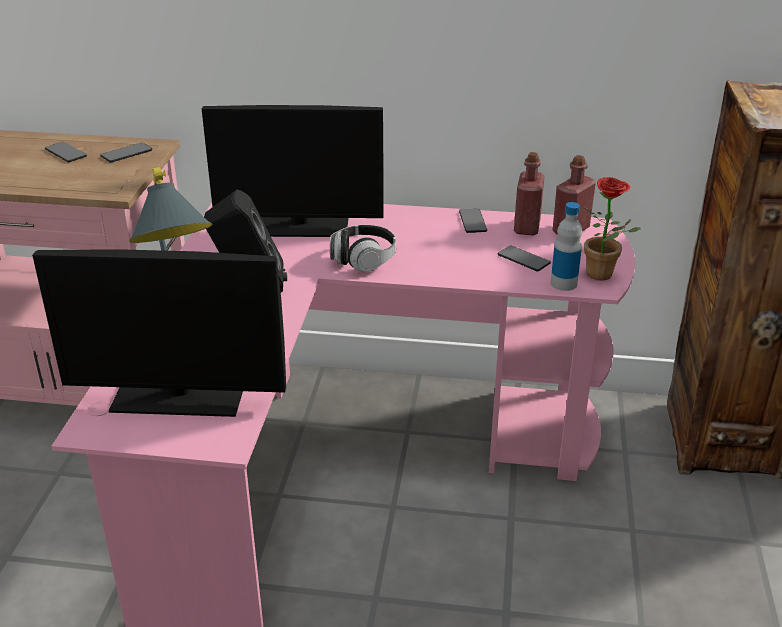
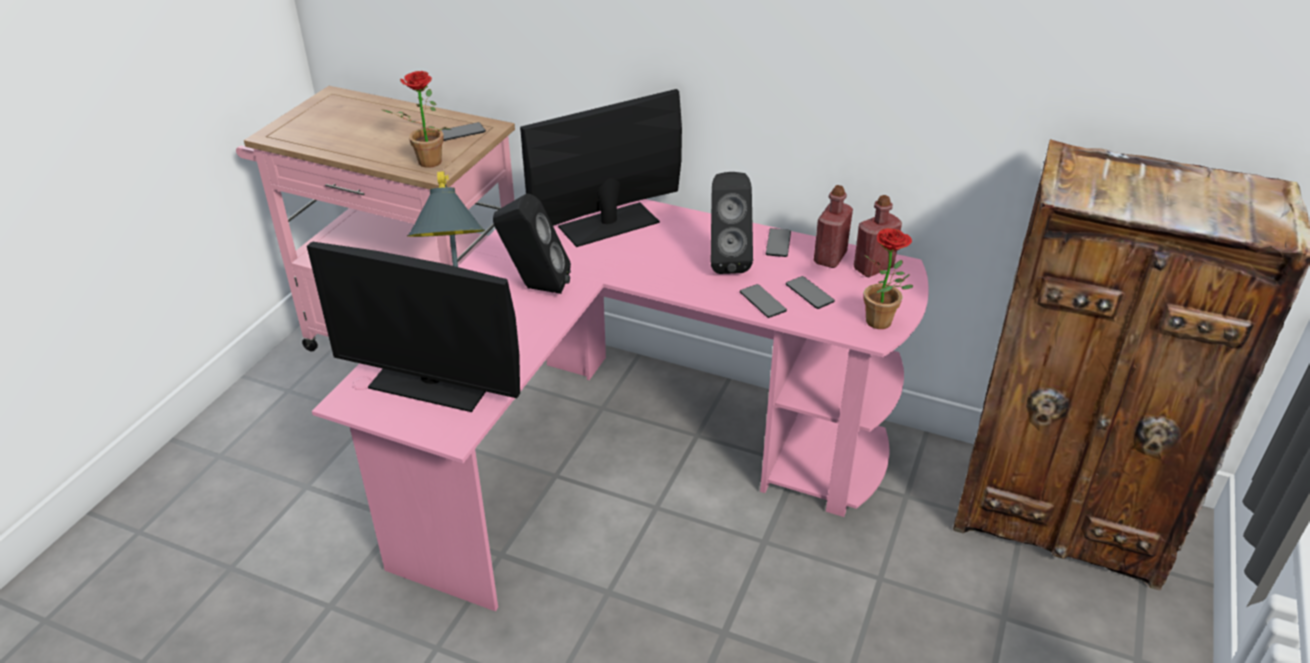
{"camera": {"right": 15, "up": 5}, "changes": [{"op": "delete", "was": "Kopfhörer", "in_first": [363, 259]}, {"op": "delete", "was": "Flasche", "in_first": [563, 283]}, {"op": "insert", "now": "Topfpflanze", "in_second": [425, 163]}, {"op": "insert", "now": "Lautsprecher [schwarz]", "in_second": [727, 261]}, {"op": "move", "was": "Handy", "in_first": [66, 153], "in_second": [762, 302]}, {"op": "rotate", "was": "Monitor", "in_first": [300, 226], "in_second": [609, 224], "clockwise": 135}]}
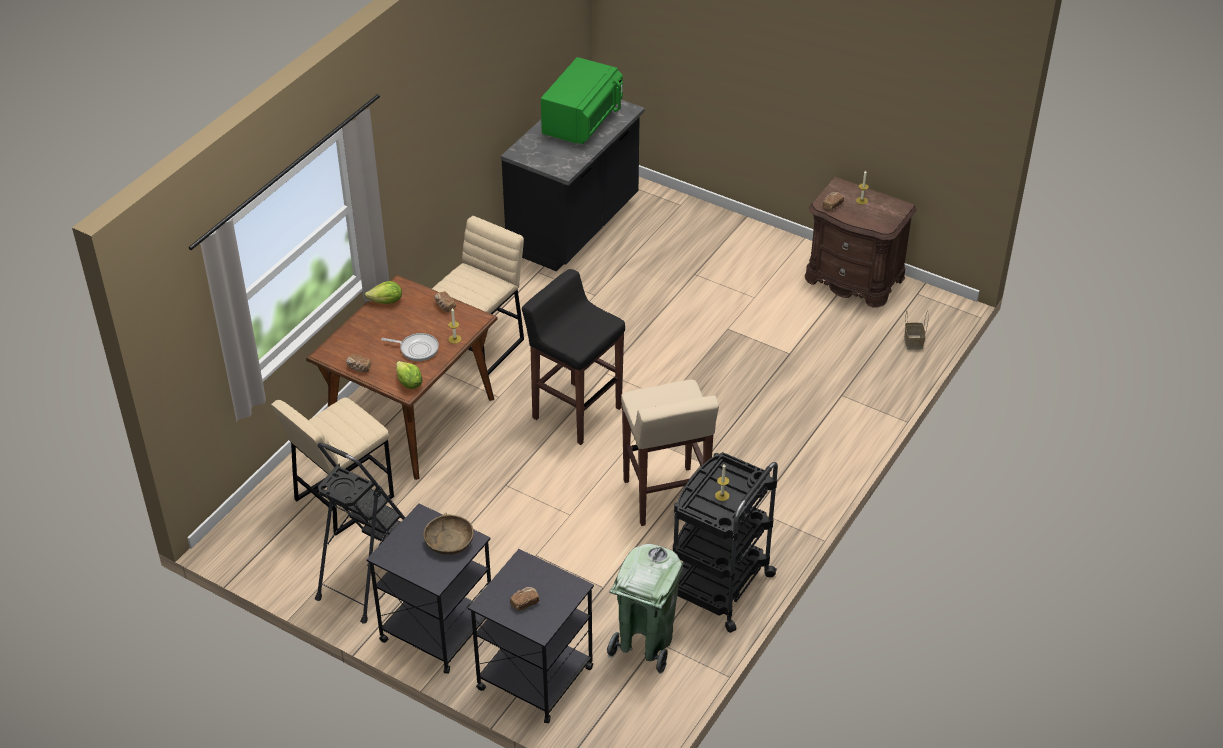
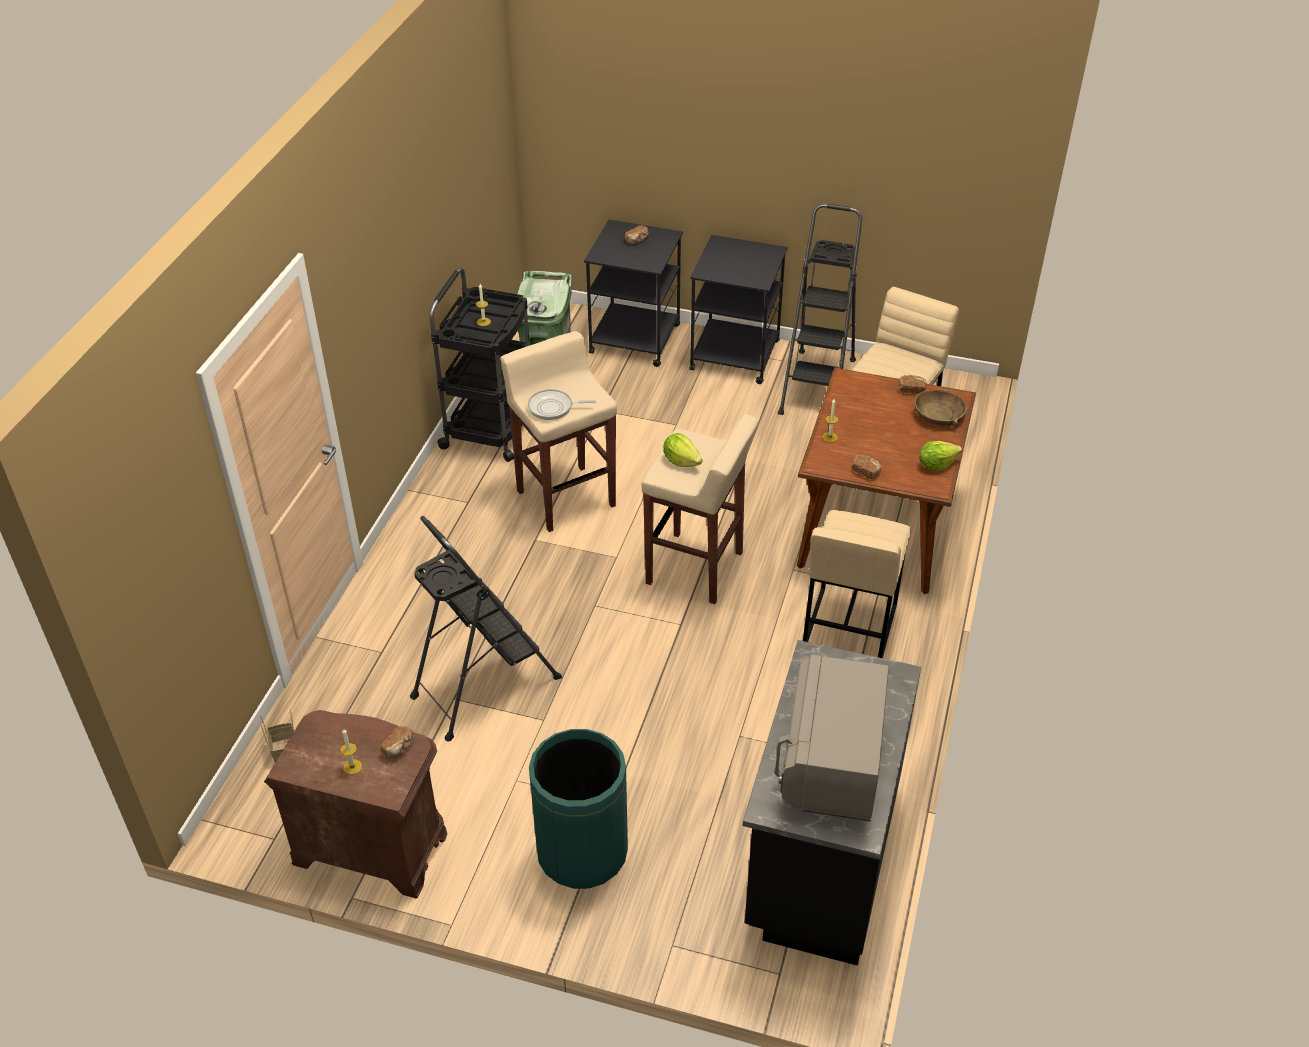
{"camera": {"right": 165, "up": 0}, "changes": [{"op": "insert", "now": "Trittleiter", "in_second": [484, 687]}, {"op": "insert", "now": "Mülleimer [grün]", "in_second": [582, 852]}, {"op": "move", "was": "Pfanne", "in_first": [417, 349], "in_second": [553, 408]}, {"op": "move", "was": "Salatkopf", "in_first": [409, 383], "in_second": [681, 461]}, {"op": "move", "was": "Schüssel [braun]", "in_first": [449, 541], "in_second": [939, 415]}, {"op": "recolor", "was": "Hocker [schwarz]", "now": "Hocker [beige]", "in_first": [576, 412], "in_second": [696, 569]}, {"op": "recolor", "was": "Mikrowelle [grün]", "now": "Mikrowelle [grau]", "in_first": [583, 122], "in_second": [830, 762]}]}
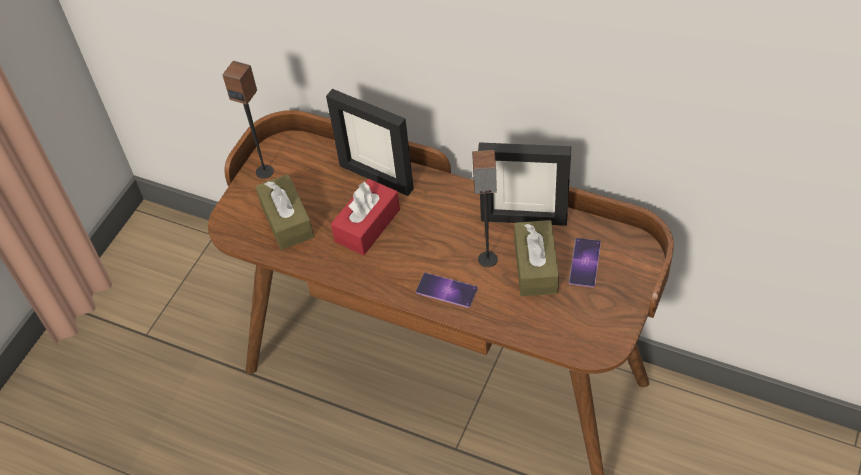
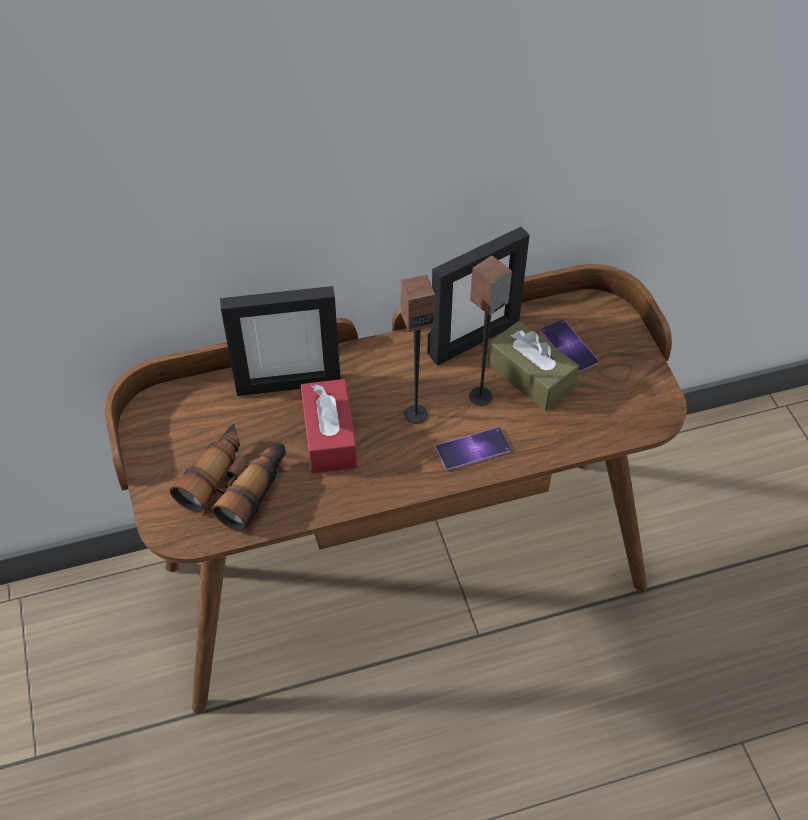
{"camera": {"right": -45, "up": 0}, "changes": [{"op": "move", "was": "Lautsprecher", "in_first": [265, 171], "in_second": [415, 413]}, {"op": "replace", "was": "Taschentuchbox [braun]", "now": "Fernglas", "in_first": [287, 220], "in_second": [236, 483]}]}
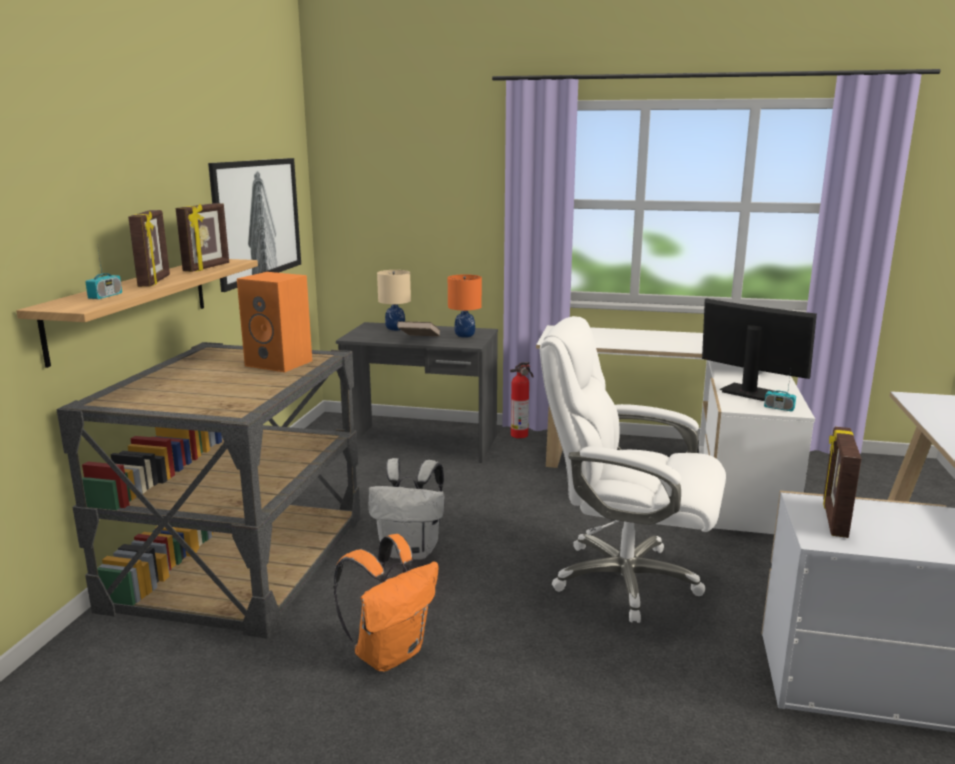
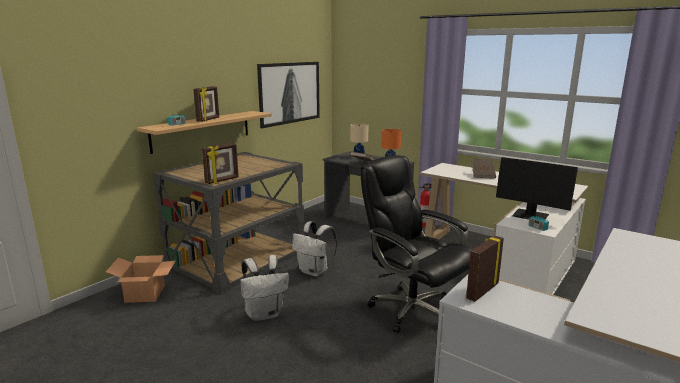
{"camera": {"right": 25, "up": 0}, "changes": [{"op": "delete", "was": "Lautsprecher [orange]", "in_first": [281, 363]}, {"op": "insert", "now": "Karton", "in_second": [145, 293]}, {"op": "insert", "now": "Buch [braun]", "in_second": [483, 175]}, {"op": "move", "was": "Bilderrahmen", "in_first": [207, 268], "in_second": [222, 180]}, {"op": "recolor", "was": "Rucksack [orange]", "now": "Rucksack [weiß]", "in_first": [390, 653], "in_second": [265, 314]}, {"op": "recolor", "was": "Bürostuhl [weiß]", "now": "Bürostuhl [schwarz]", "in_first": [628, 580], "in_second": [413, 311]}, {"op": "rotate", "was": "Monitor", "in_first": [748, 392], "in_second": [530, 216], "clockwise": 150}]}
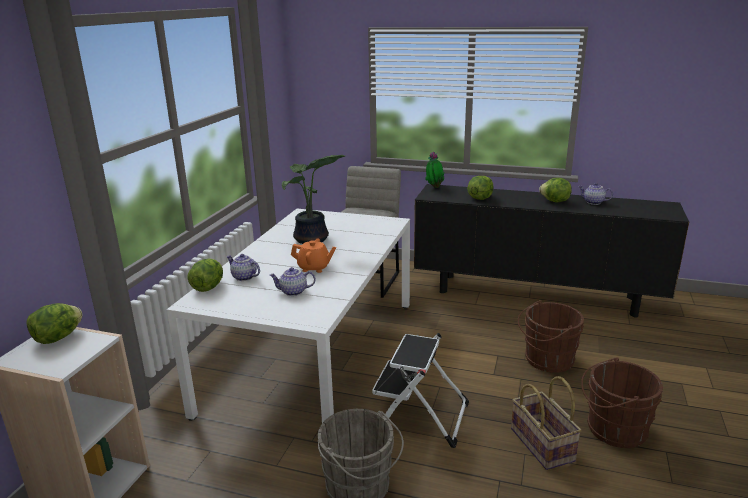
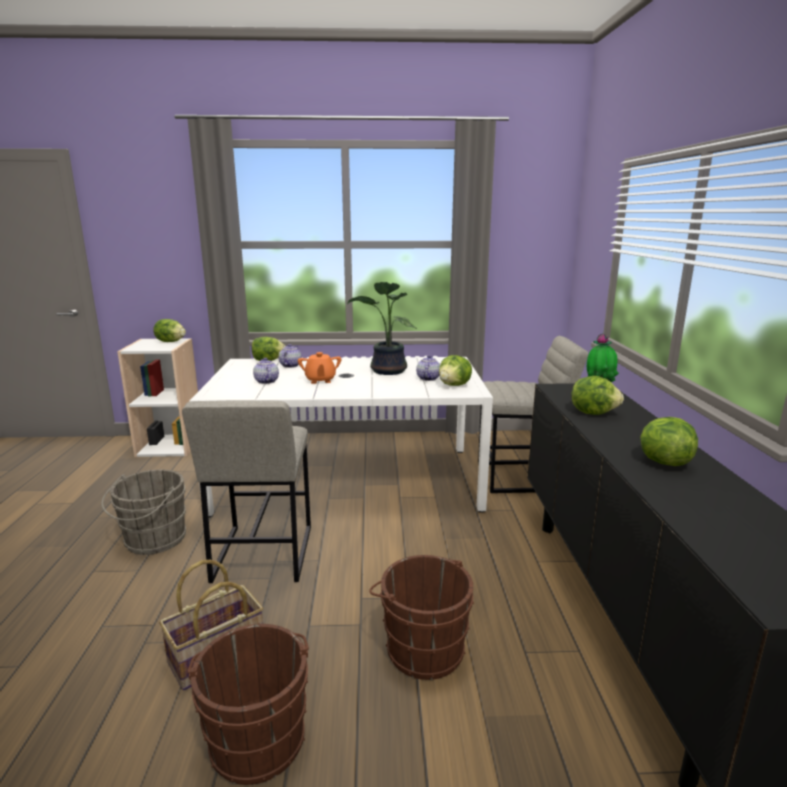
{"camera": {"right": 70, "up": -5}, "changes": [{"op": "insert", "now": "Salatkopf", "in_second": [454, 385]}, {"op": "move", "was": "Teekanne", "in_first": [593, 202], "in_second": [427, 378]}, {"op": "replace", "was": "Trittleiter", "now": "Stuhl [grau]", "in_first": [420, 415], "in_second": [263, 555]}]}
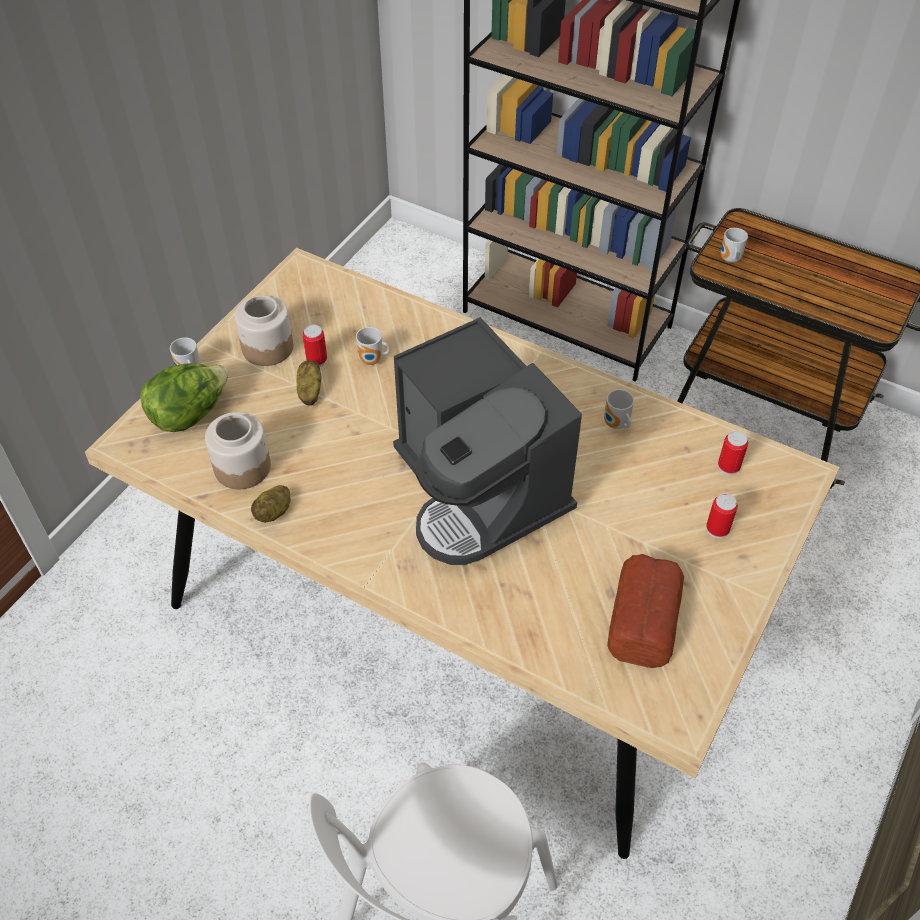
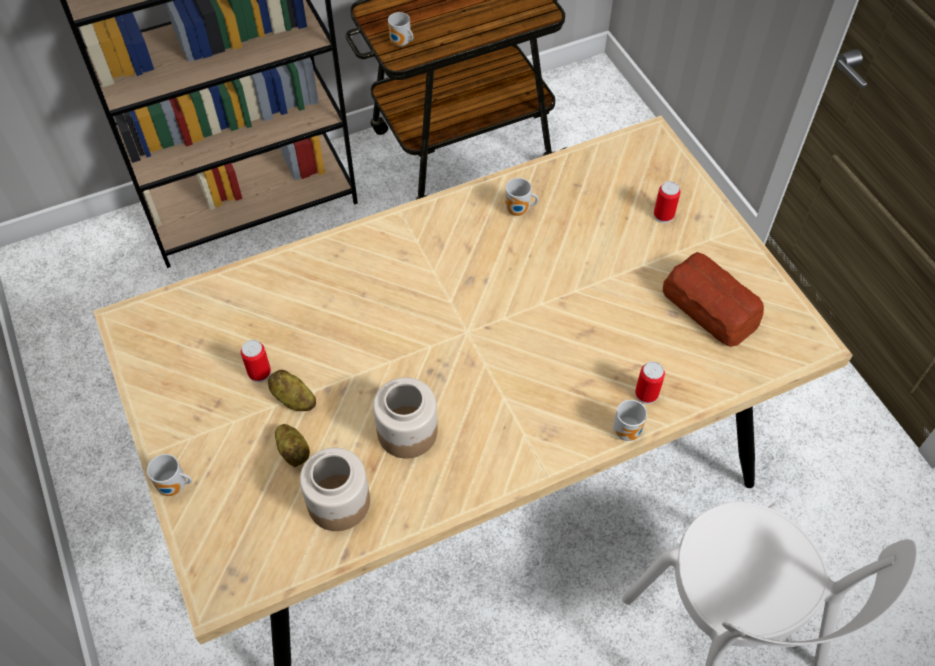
{"camera": {"right": -55, "up": 5}, "changes": [{"op": "delete", "was": "Salatkopf", "in_first": [190, 414]}, {"op": "delete", "was": "Kaffeemaschine", "in_first": [479, 490]}, {"op": "move", "was": "Vorratsglas", "in_first": [267, 347], "in_second": [406, 432]}, {"op": "move", "was": "Kartoffel", "in_first": [274, 512], "in_second": [294, 451]}, {"op": "move", "was": "Henkelbecher", "in_first": [372, 361], "in_second": [629, 431]}, {"op": "move", "was": "Dose", "in_first": [728, 466], "in_second": [646, 394]}]}
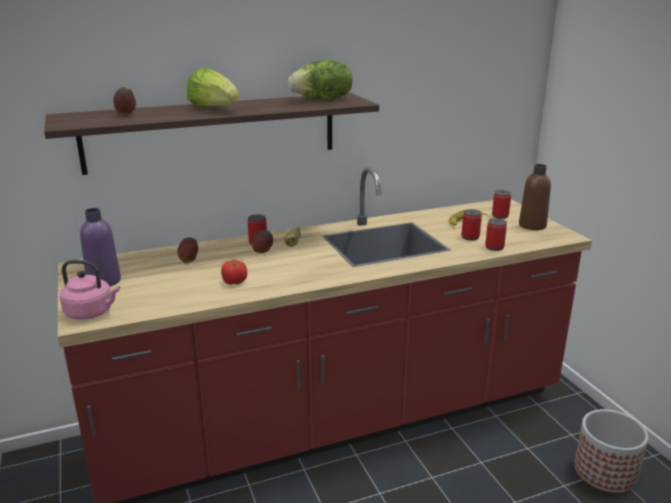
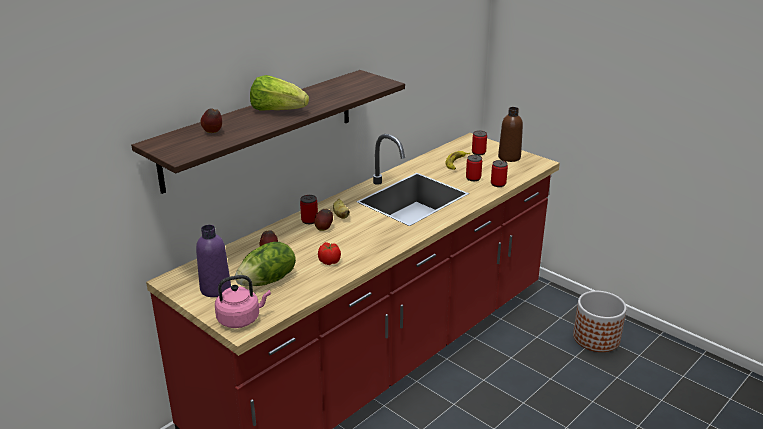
{"camera": {"right": -25, "up": 5}, "changes": [{"op": "move", "was": "Salatkopf", "in_first": [323, 99], "in_second": [268, 281]}]}
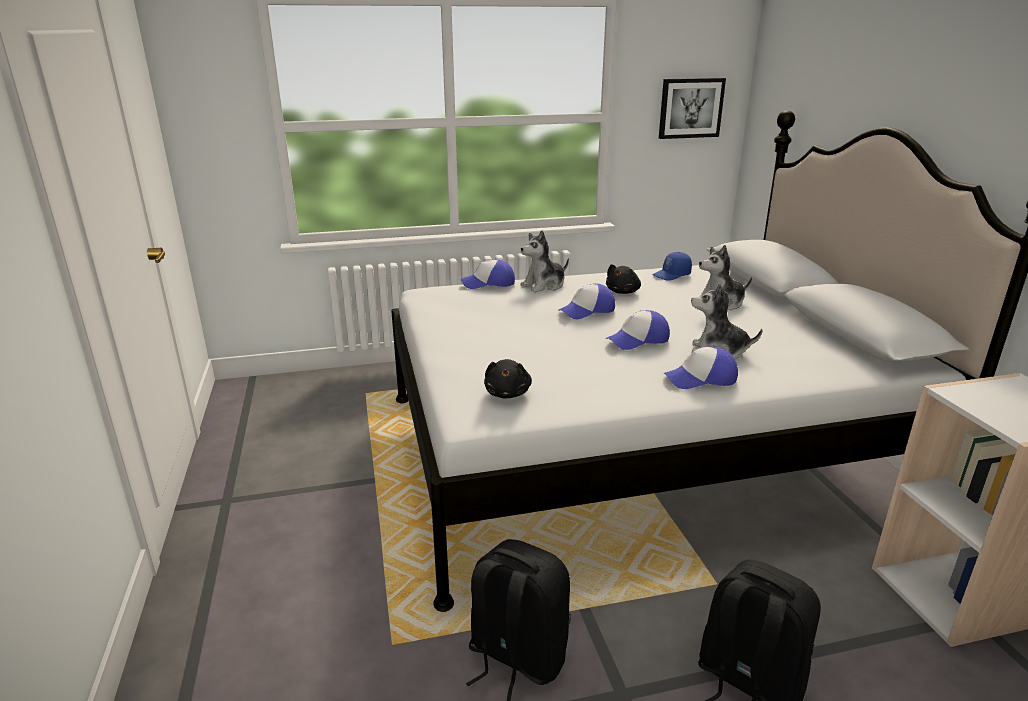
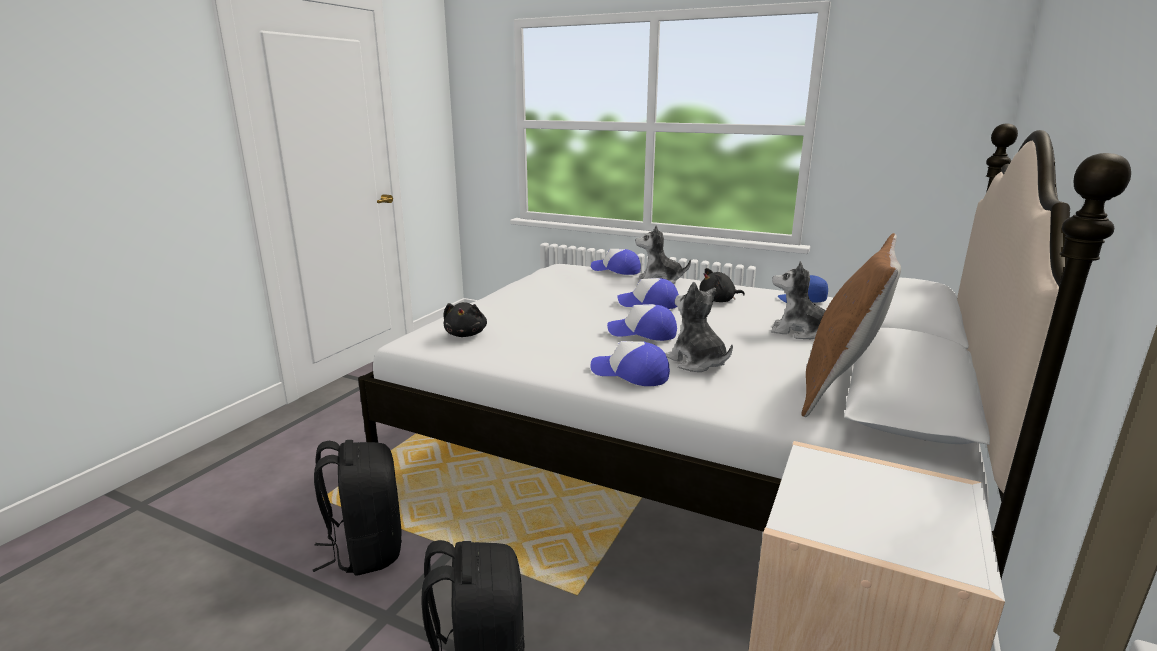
{"camera": {"right": 40, "up": -5}, "changes": [{"op": "delete", "was": "Bild", "in_first": [690, 108]}, {"op": "insert", "now": "Kissen [braun]", "in_second": [840, 389]}, {"op": "rotate", "was": "Plüschtier [schwarz]", "in_first": [508, 393], "in_second": [466, 334], "clockwise": -45}]}
